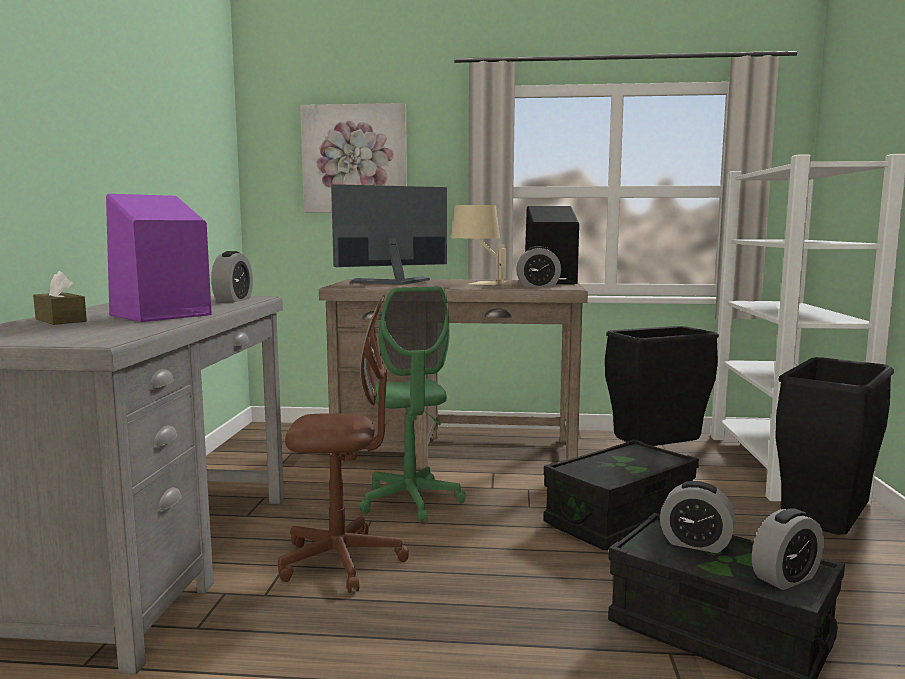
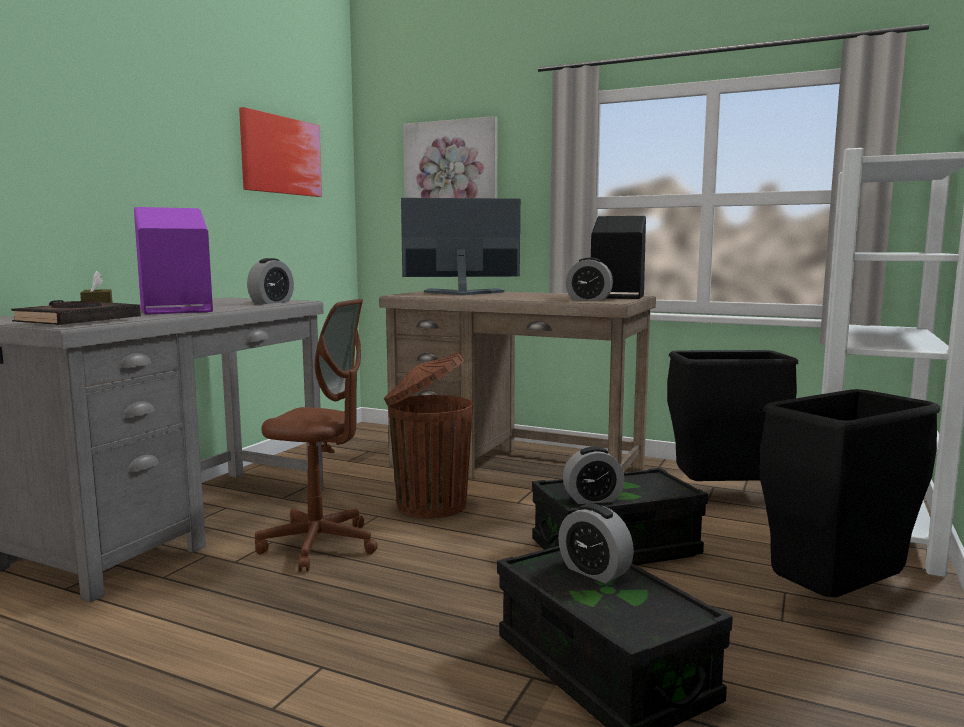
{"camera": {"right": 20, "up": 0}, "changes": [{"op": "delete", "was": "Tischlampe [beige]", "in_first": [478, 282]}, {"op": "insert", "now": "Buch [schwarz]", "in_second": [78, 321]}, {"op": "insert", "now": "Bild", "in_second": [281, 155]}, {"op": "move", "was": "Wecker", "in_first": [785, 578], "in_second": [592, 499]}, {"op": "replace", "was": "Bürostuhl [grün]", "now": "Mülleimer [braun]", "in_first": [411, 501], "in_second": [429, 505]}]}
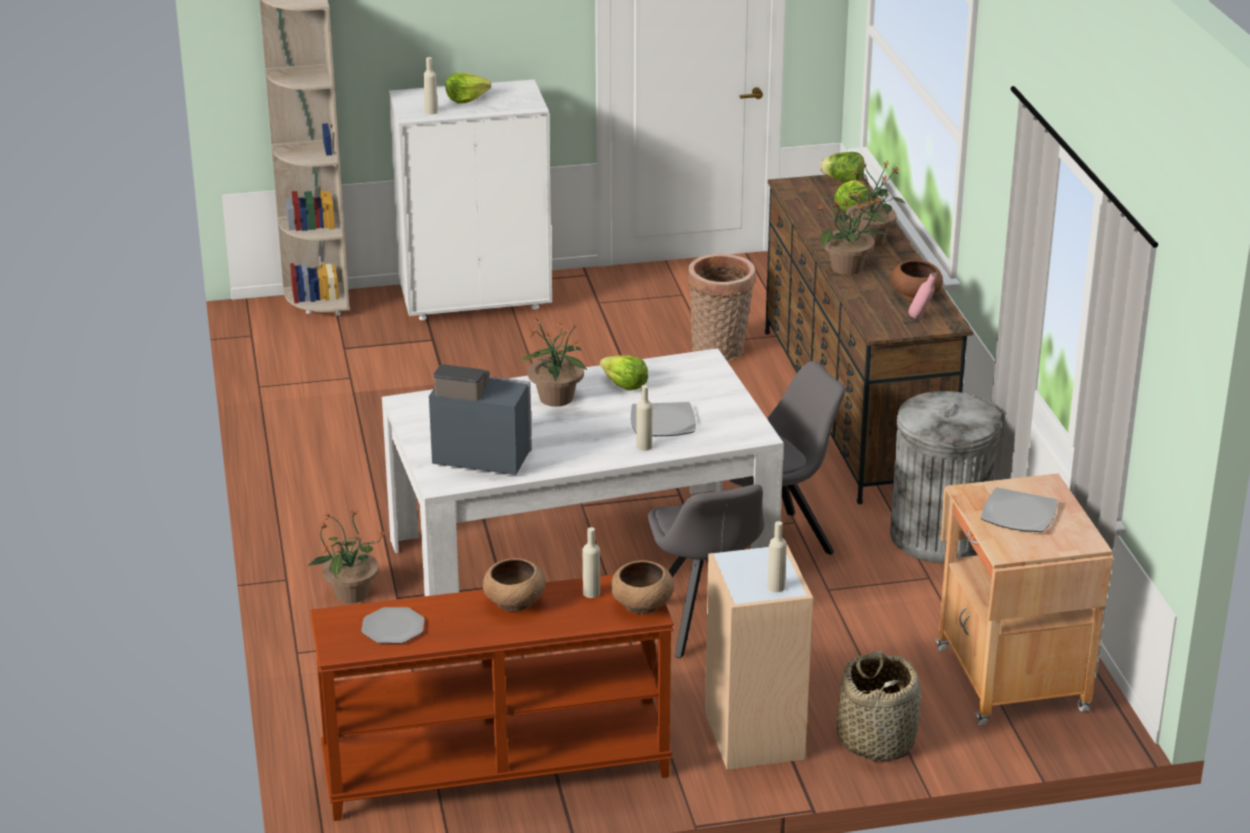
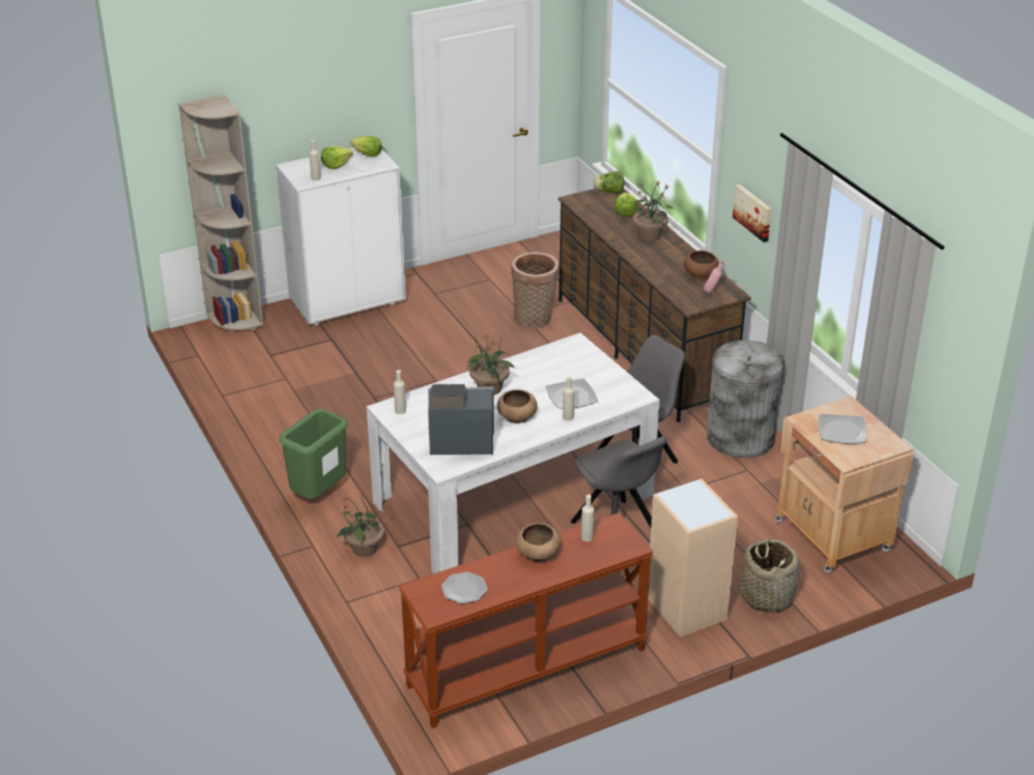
{"camera": {"right": -15, "up": 5}, "changes": [{"op": "delete", "was": "Topfpflanze", "in_first": [848, 268]}, {"op": "insert", "now": "Mülleimer [grün]", "in_second": [319, 494]}, {"op": "insert", "now": "Bild", "in_second": [753, 212]}, {"op": "move", "was": "Salatkopf", "in_first": [624, 385], "in_second": [367, 154]}, {"op": "move", "was": "Schüssel [braun]", "in_first": [641, 604], "in_second": [517, 417]}, {"op": "move", "was": "Flasche [beige]", "in_first": [776, 587], "in_second": [400, 411]}]}
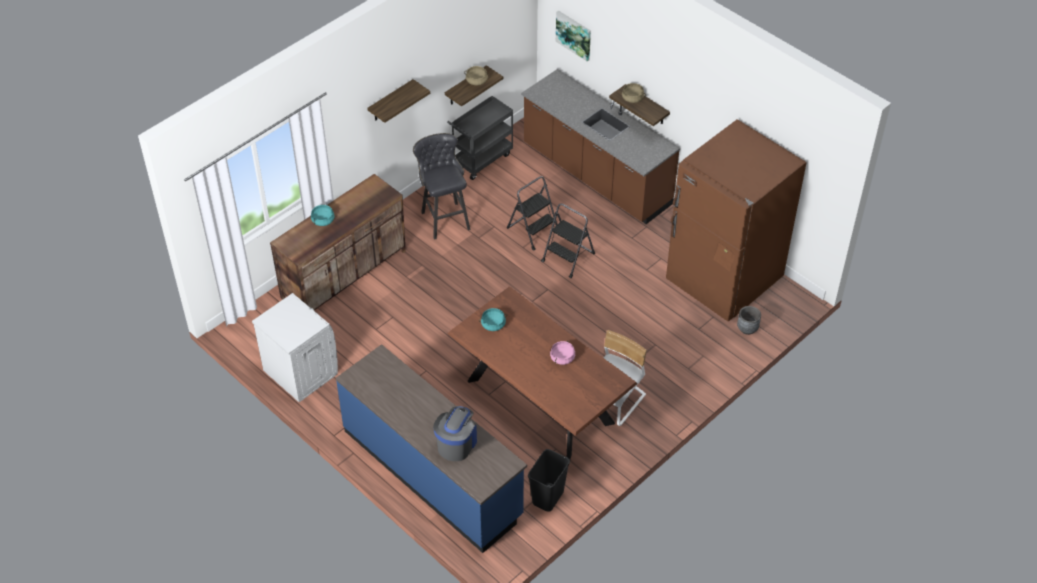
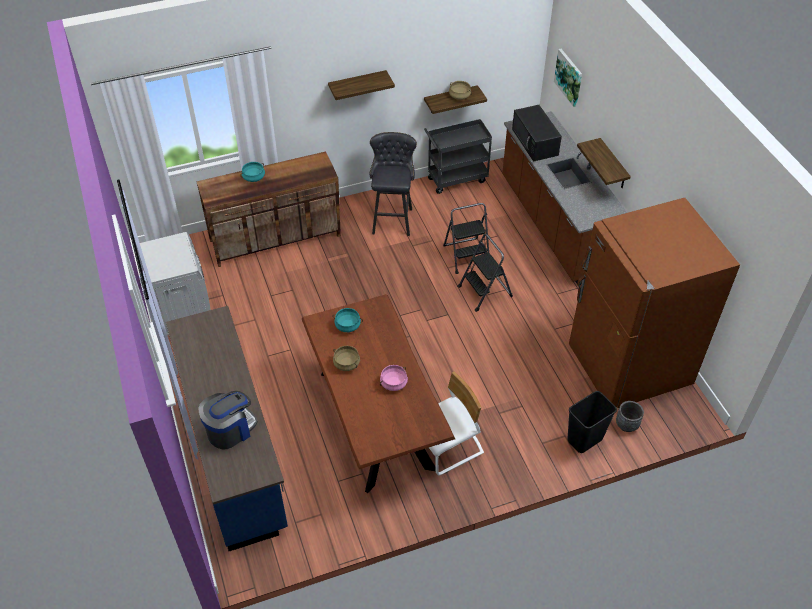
{"camera": {"right": 25, "up": 0}, "changes": [{"op": "insert", "now": "Mikrowelle [schwarz]", "in_second": [535, 142]}, {"op": "move", "was": "Mülleimer [schwarz]", "in_first": [548, 498], "in_second": [585, 440]}, {"op": "move", "was": "Kochtopf [beige]", "in_first": [632, 98], "in_second": [346, 364]}]}
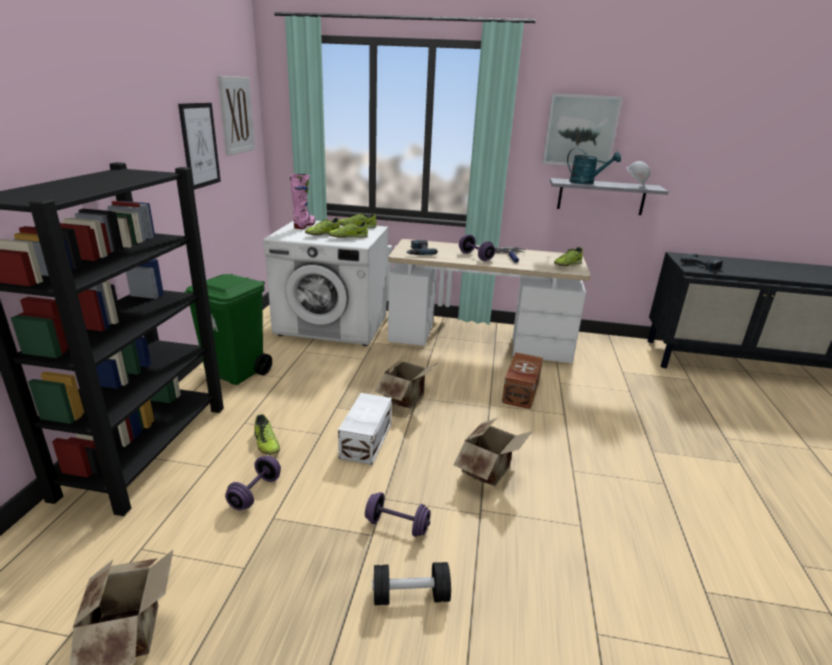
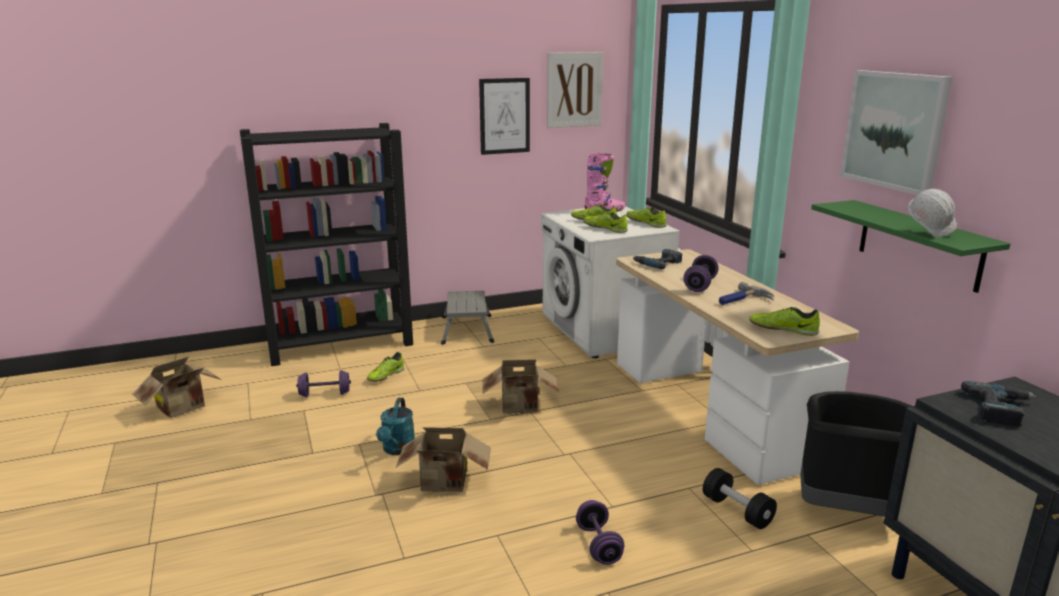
{"camera": {"right": 60, "up": -5}, "changes": [{"op": "delete", "was": "Aufbewahrungsbox [weiß]", "in_first": [364, 441]}, {"op": "delete", "was": "Aufbewahrungsbox [braun]", "in_first": [520, 391]}, {"op": "insert", "now": "Mülleimer [schwarz]", "in_second": [848, 512]}, {"op": "move", "was": "Hantel [lila]", "in_first": [397, 525], "in_second": [598, 545]}, {"op": "move", "was": "Hantel [schwarz]", "in_first": [410, 595], "in_second": [737, 511]}, {"op": "move", "was": "Gießkanne [türkis]", "in_first": [586, 183], "in_second": [397, 450]}, {"op": "replace", "was": "Mülleimer [grün]", "now": "Trittleiter [grau]", "in_first": [236, 373], "in_second": [467, 329]}, {"op": "recolor", "was": "Wandregal [grau]", "now": "Wandregal [grün]", "in_first": [601, 196], "in_second": [919, 244]}]}
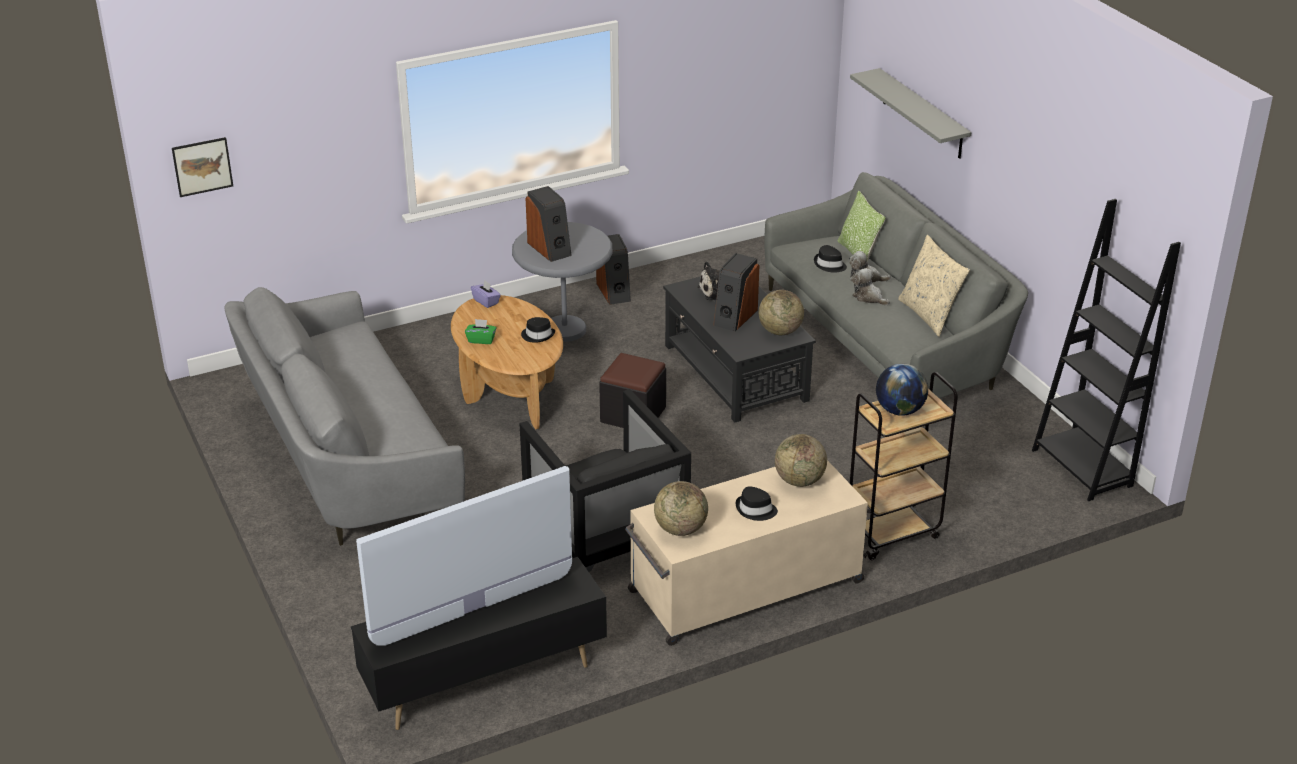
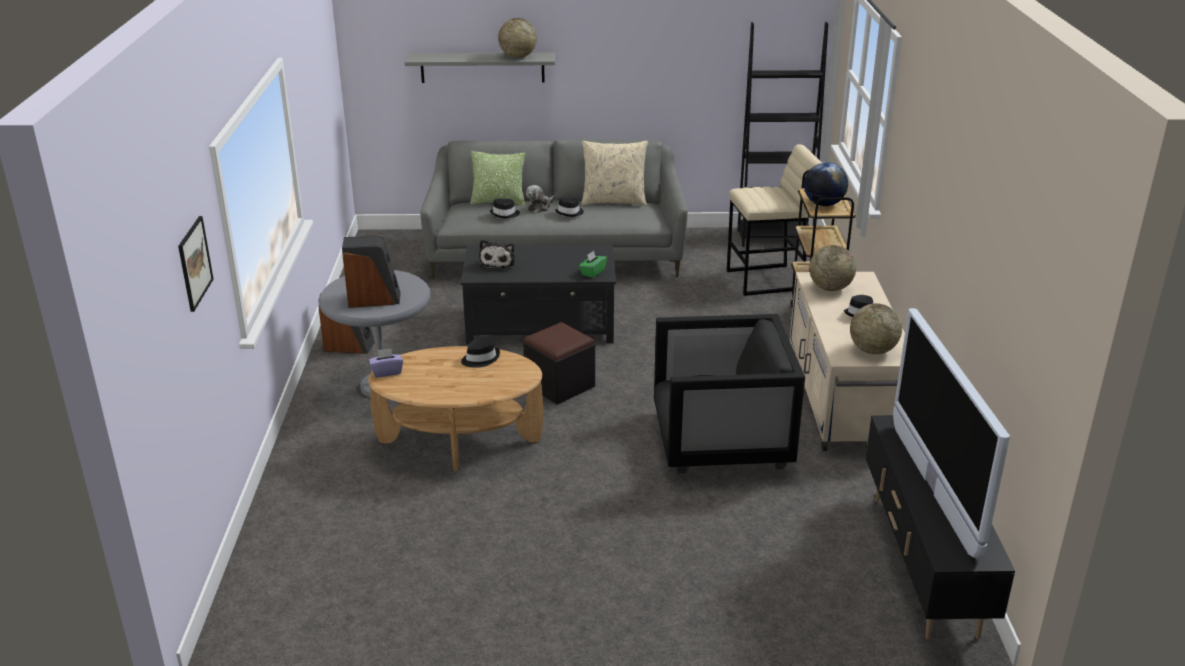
{"camera": {"right": -65, "up": -5}, "changes": [{"op": "delete", "was": "Sofa [grau]", "in_first": [346, 456]}, {"op": "delete", "was": "Lautsprecher", "in_first": [734, 317]}, {"op": "insert", "now": "Hocker [beige]", "in_second": [767, 280]}, {"op": "move", "was": "Bild", "in_first": [202, 166], "in_second": [194, 263]}, {"op": "move", "was": "Taschentuchbox [grün]", "in_first": [481, 340], "in_second": [592, 272]}, {"op": "move", "was": "Globus", "in_first": [780, 331], "in_second": [518, 57]}, {"op": "replace", "was": "Plüschtier", "now": "Hut [schwarz]", "in_first": [868, 297], "in_second": [570, 212]}]}
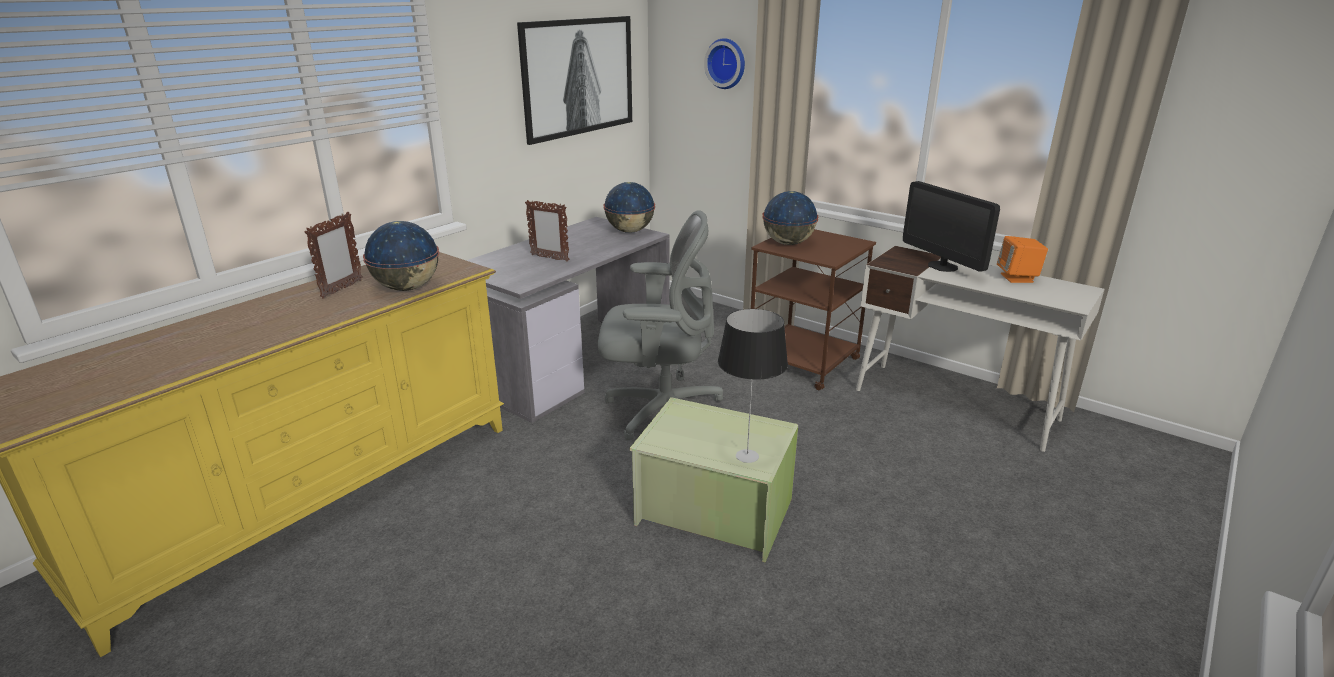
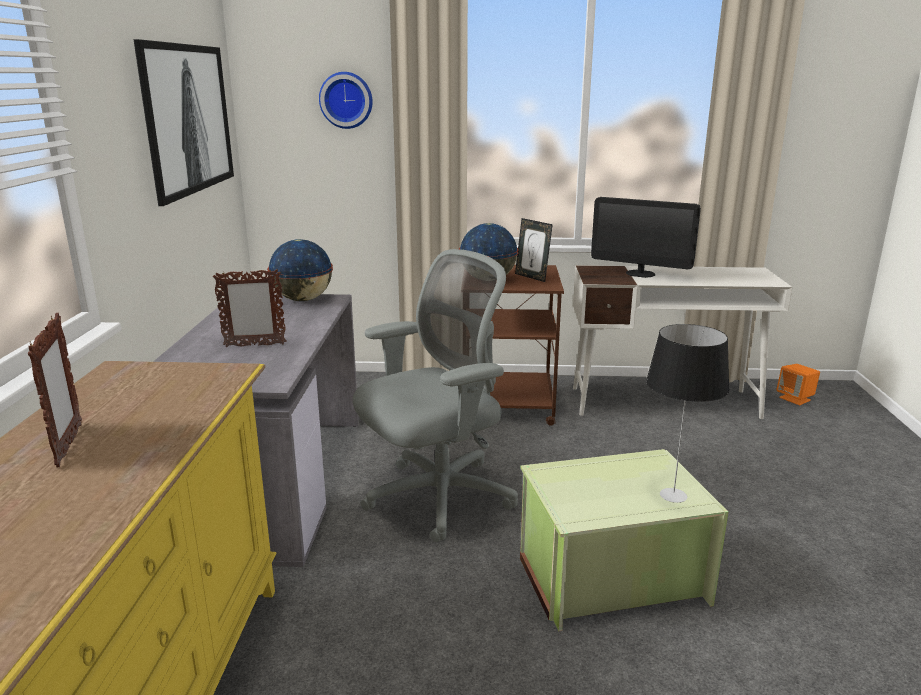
{"camera": {"right": -35, "up": -5}, "changes": [{"op": "delete", "was": "Globus", "in_first": [407, 288]}, {"op": "insert", "now": "Bilderrahmen", "in_second": [532, 277]}, {"op": "move", "was": "Lautsprecher [orange]", "in_first": [1017, 278], "in_second": [795, 399]}]}
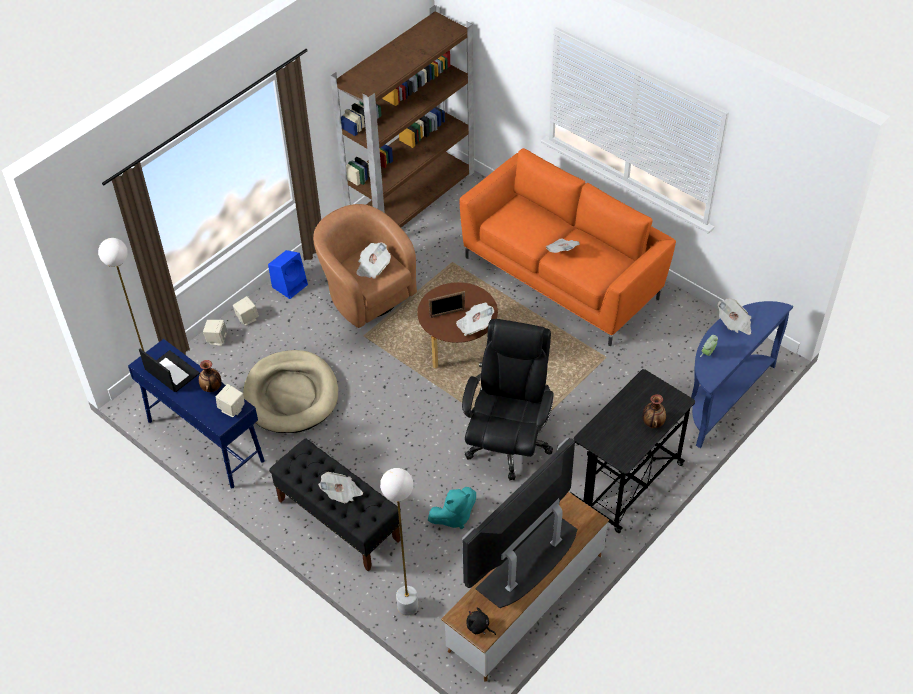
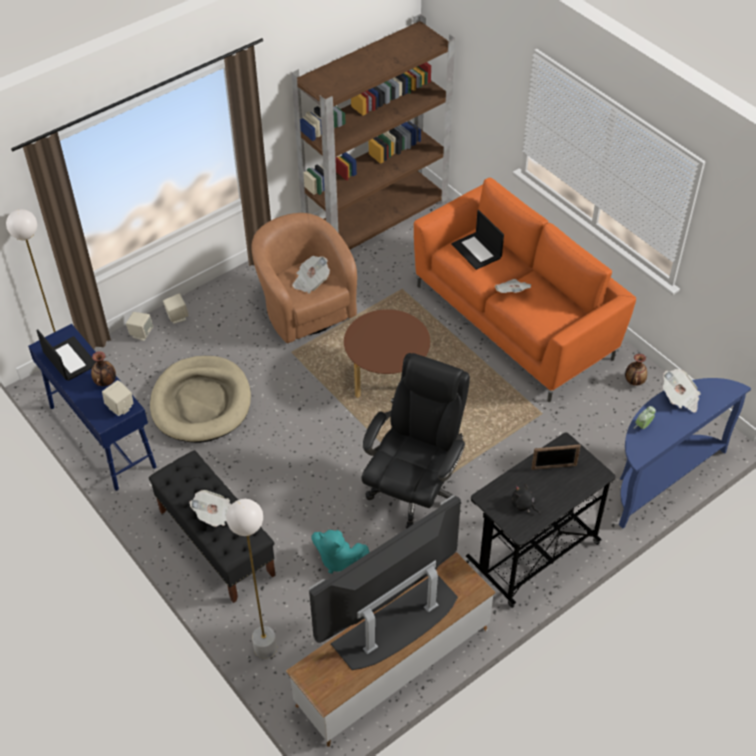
{"camera": {"right": 10, "up": 0}, "changes": [{"op": "delete", "was": "Lautsprecher [blau]", "in_first": [290, 285]}, {"op": "delete", "was": "Zeitung", "in_first": [474, 325]}, {"op": "insert", "now": "Laptop", "in_second": [477, 251]}, {"op": "move", "was": "Bilderrahmen", "in_first": [447, 313], "in_second": [554, 467]}, {"op": "move", "was": "Plüschtier [schwarz]", "in_first": [479, 627], "in_second": [524, 505]}, {"op": "move", "was": "Vase", "in_first": [652, 423], "in_second": [634, 381]}, {"op": "rotate", "was": "Plüschtier [türkis]", "in_first": [454, 517], "in_second": [338, 559], "clockwise": 45}]}
